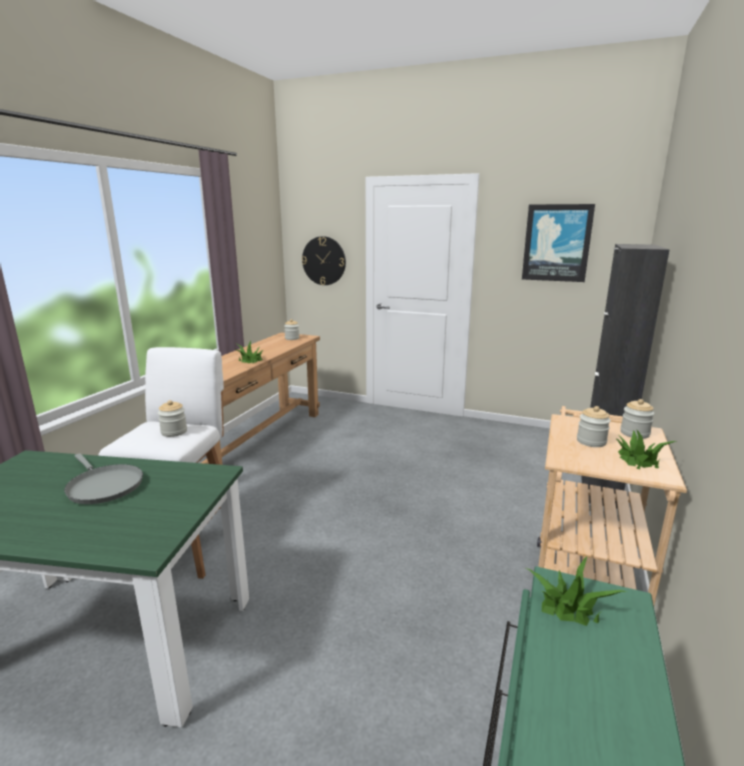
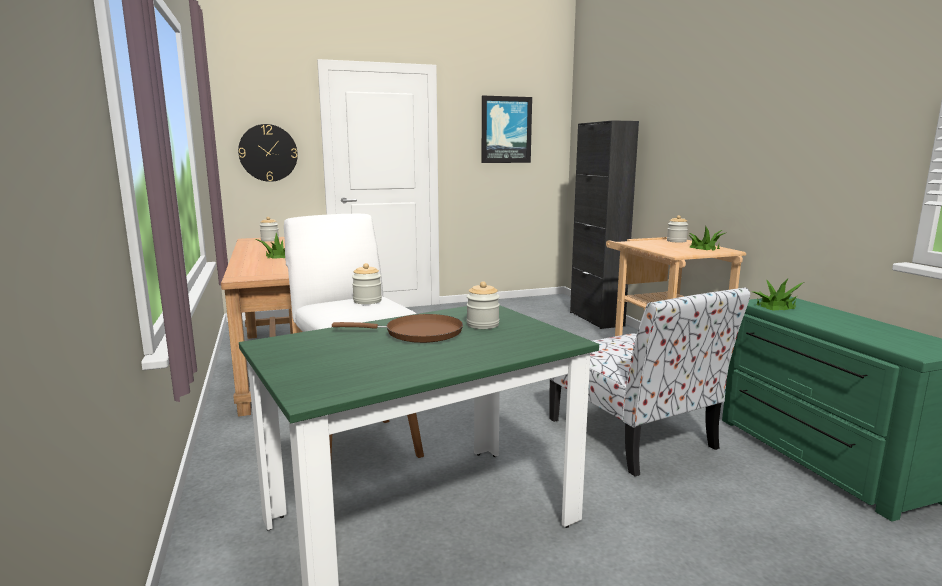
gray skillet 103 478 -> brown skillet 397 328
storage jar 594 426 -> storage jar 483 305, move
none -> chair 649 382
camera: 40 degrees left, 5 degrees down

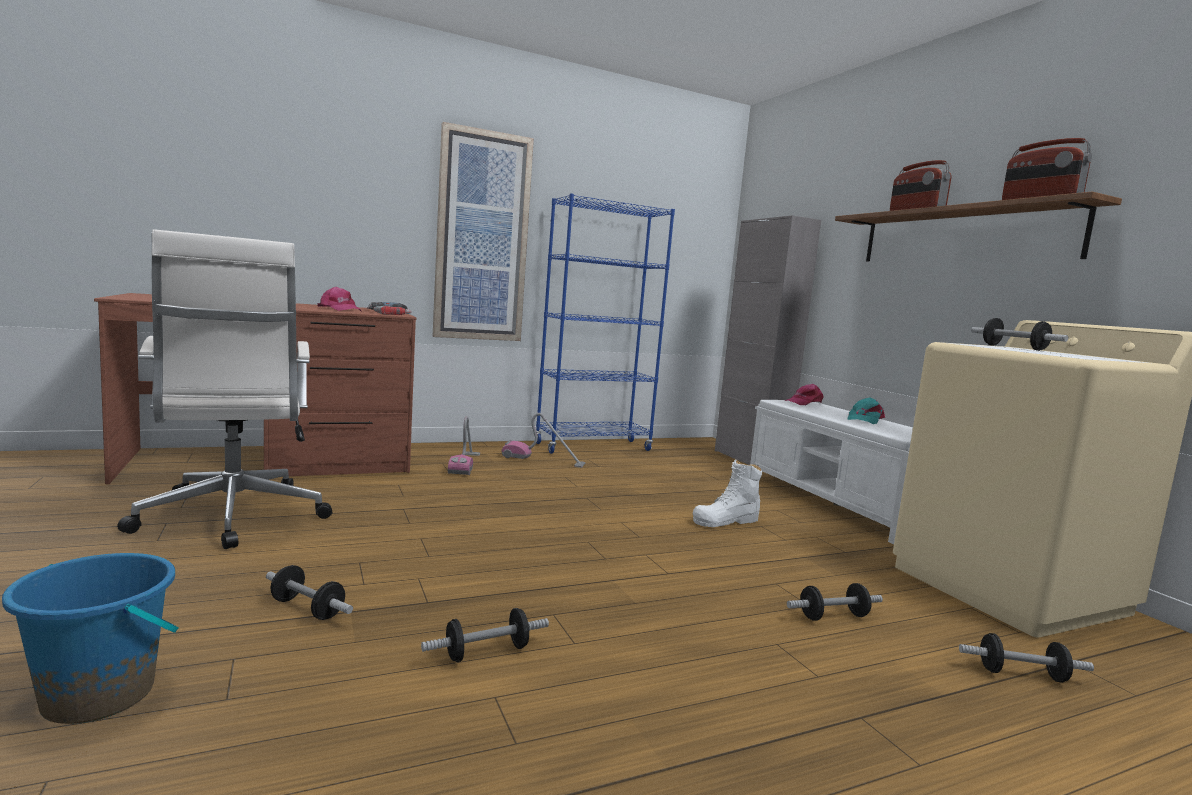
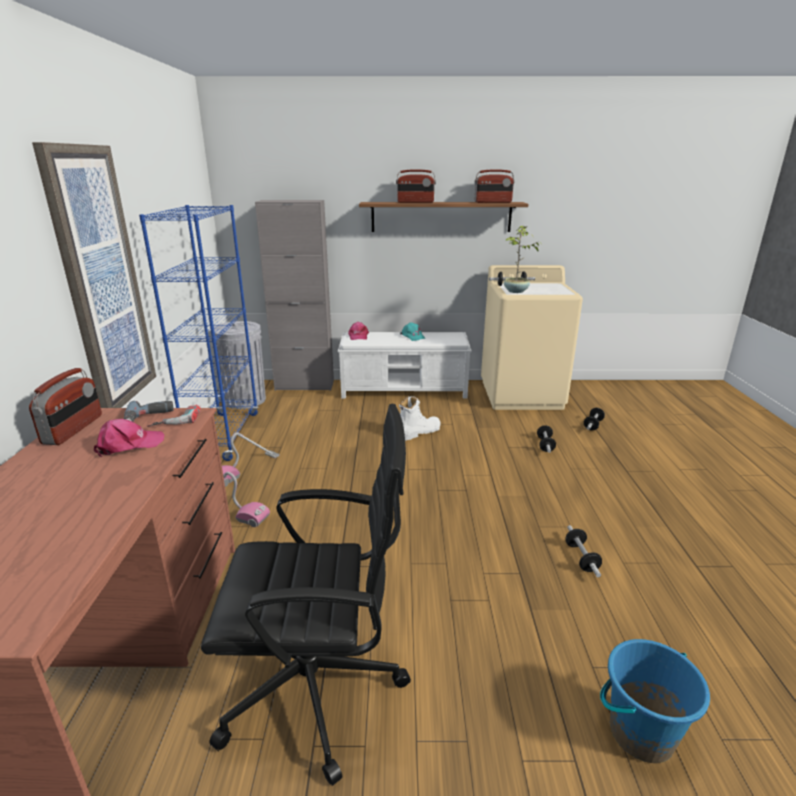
none -> radio receiver 65 406
whitish computer chair 224 389 -> black computer chair 306 595
none -> gray rubbish bin 238 365
whitish boot 727 493 -> whitish boot 420 418, 120 degrees counterclockwise
none -> potted plant 521 259
free weight 309 592 -> none
camera: 65 degrees left, 15 degrees up

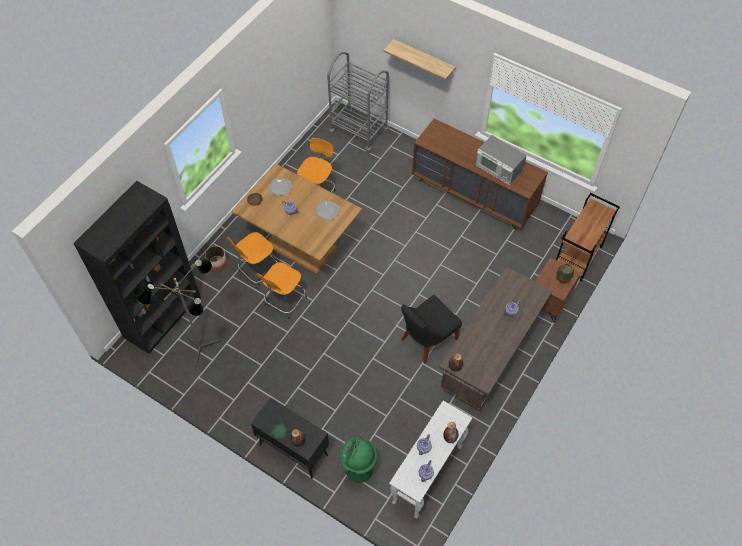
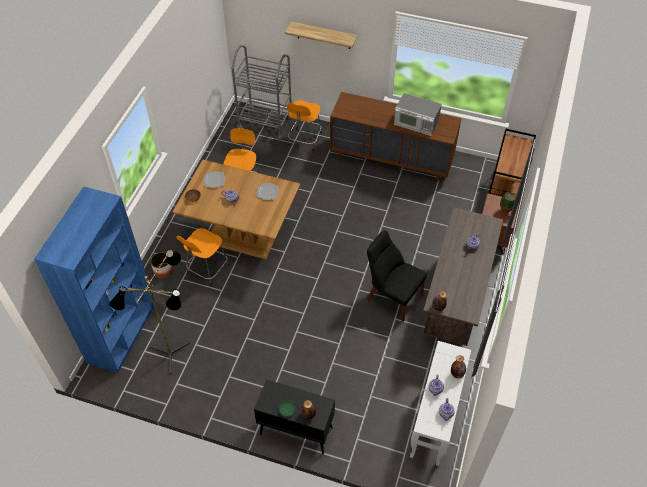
black shelving unit 137 267 -> bluish shelving unit 94 279
orange sitting stool 281 291 -> orange sitting stool 304 125, move
black chair 431 329 -> black chair 397 276, 90 degrees clockwise
green rubbish bin 358 460 -> none
camera: 15 degrees left, 5 degrees down

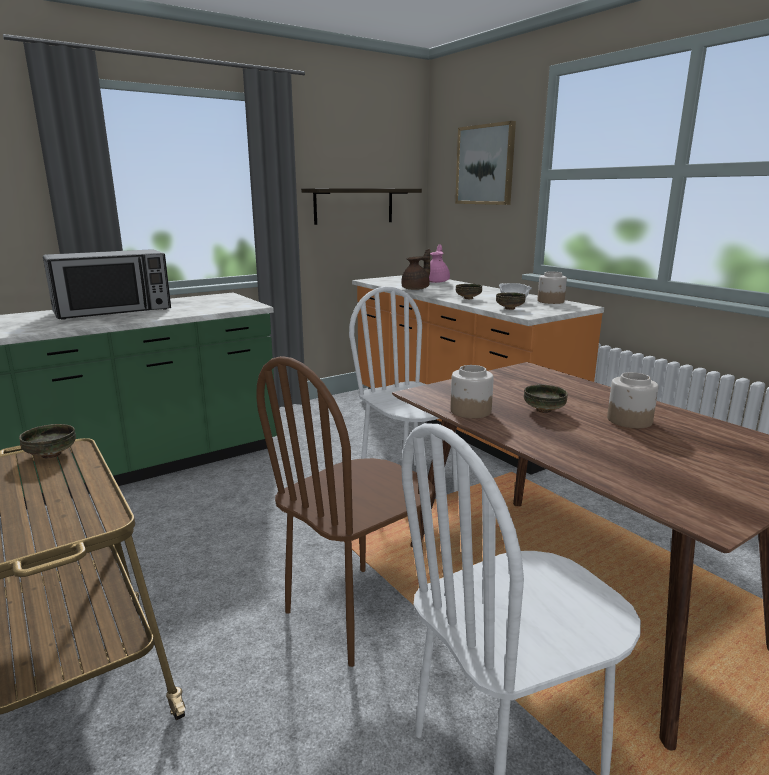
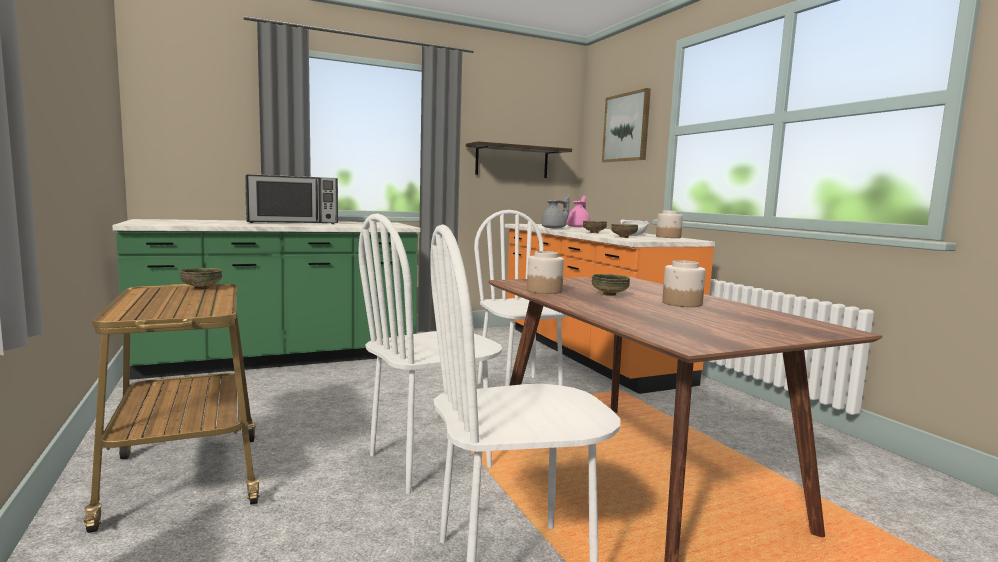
brown chair 345 511 -> whitish chair 430 353
brown pot for tea 415 269 -> gray pot for tea 555 211
camera: 10 degrees right, 10 degrees down

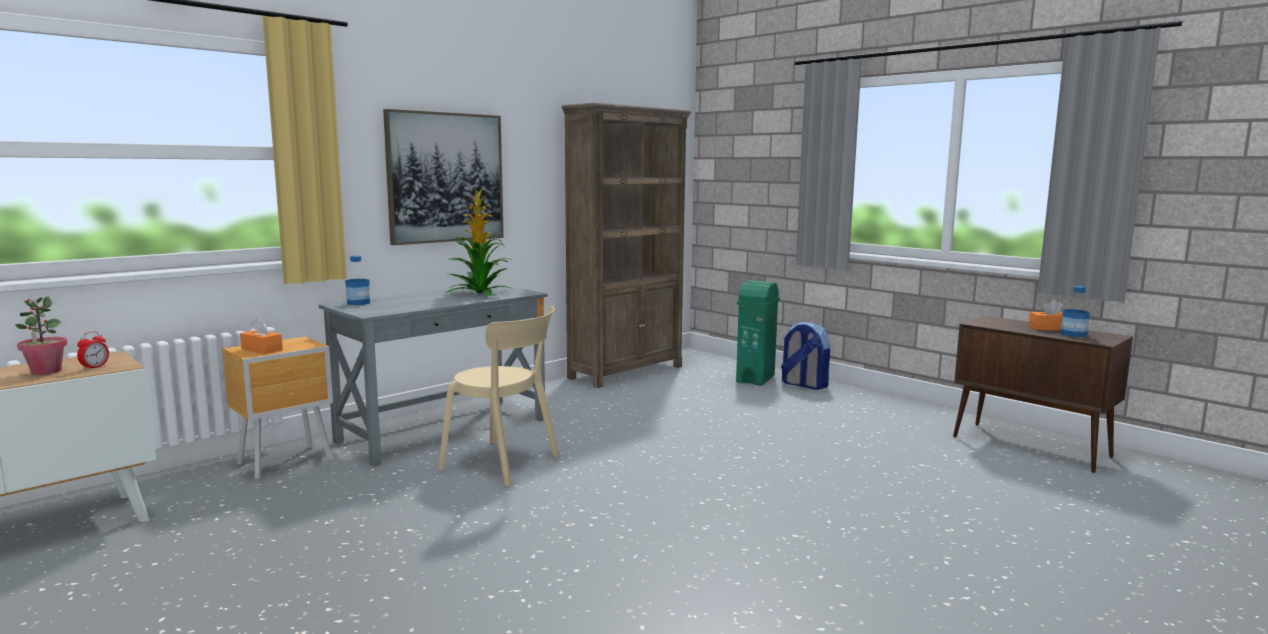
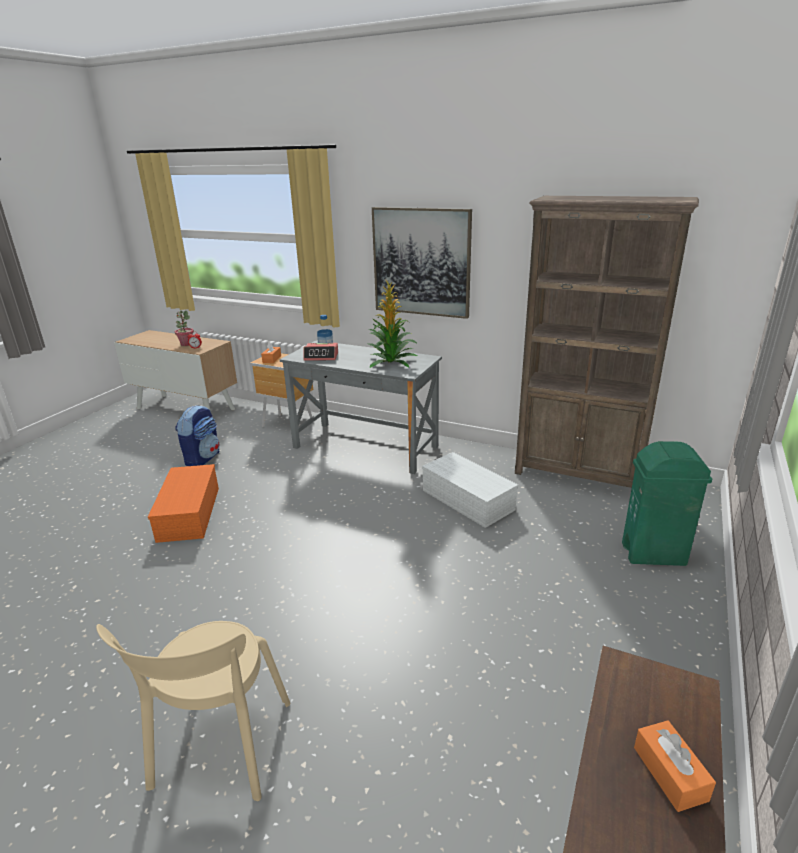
beige-coloured chair 499 396 -> beige-coloured chair 193 711, move
none -> orange storage box 183 503
rucksack 805 356 -> rucksack 197 435, move
none -> alarm clock 320 352
none -> whitish storage box 470 490
bottle 1075 311 -> none
camera: 70 degrees right, 15 degrees up

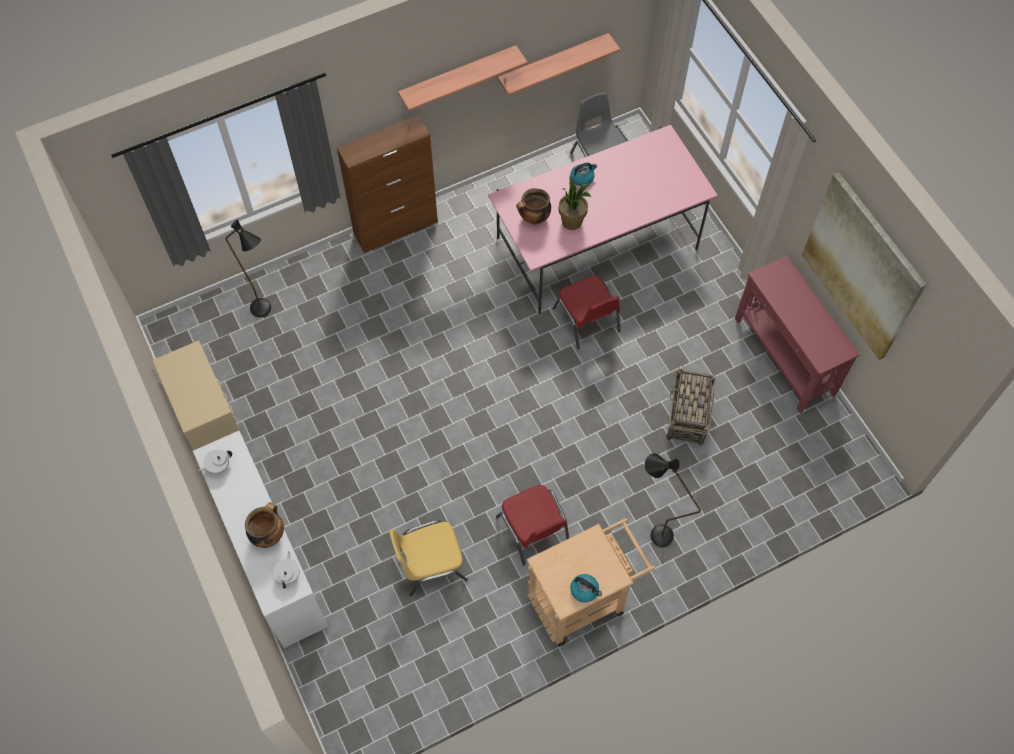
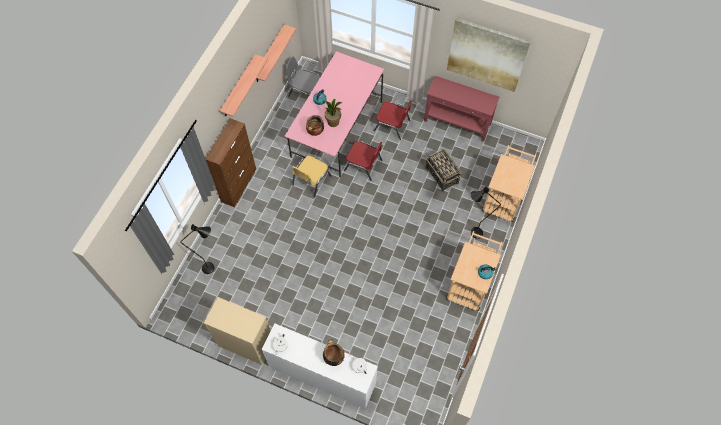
yellow-coloured chair 428 558 -> yellow-coloured chair 312 177, move
red-coloured chair 532 525 -> red-coloured chair 393 120, move
none -> beige-coloured wheeled cart 509 183
camera: 40 degrees left, 0 degrees up

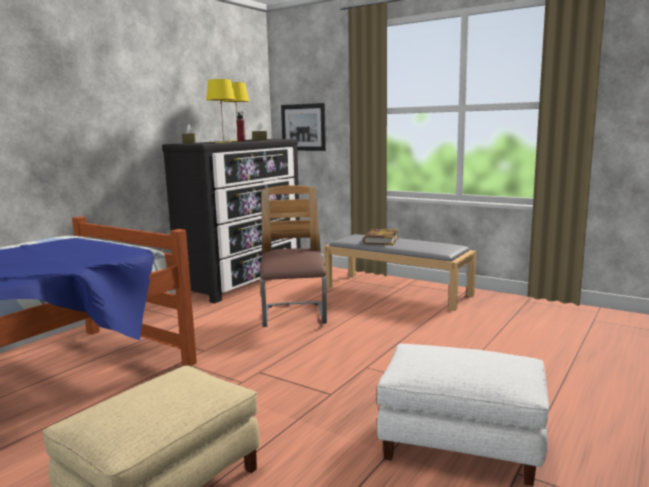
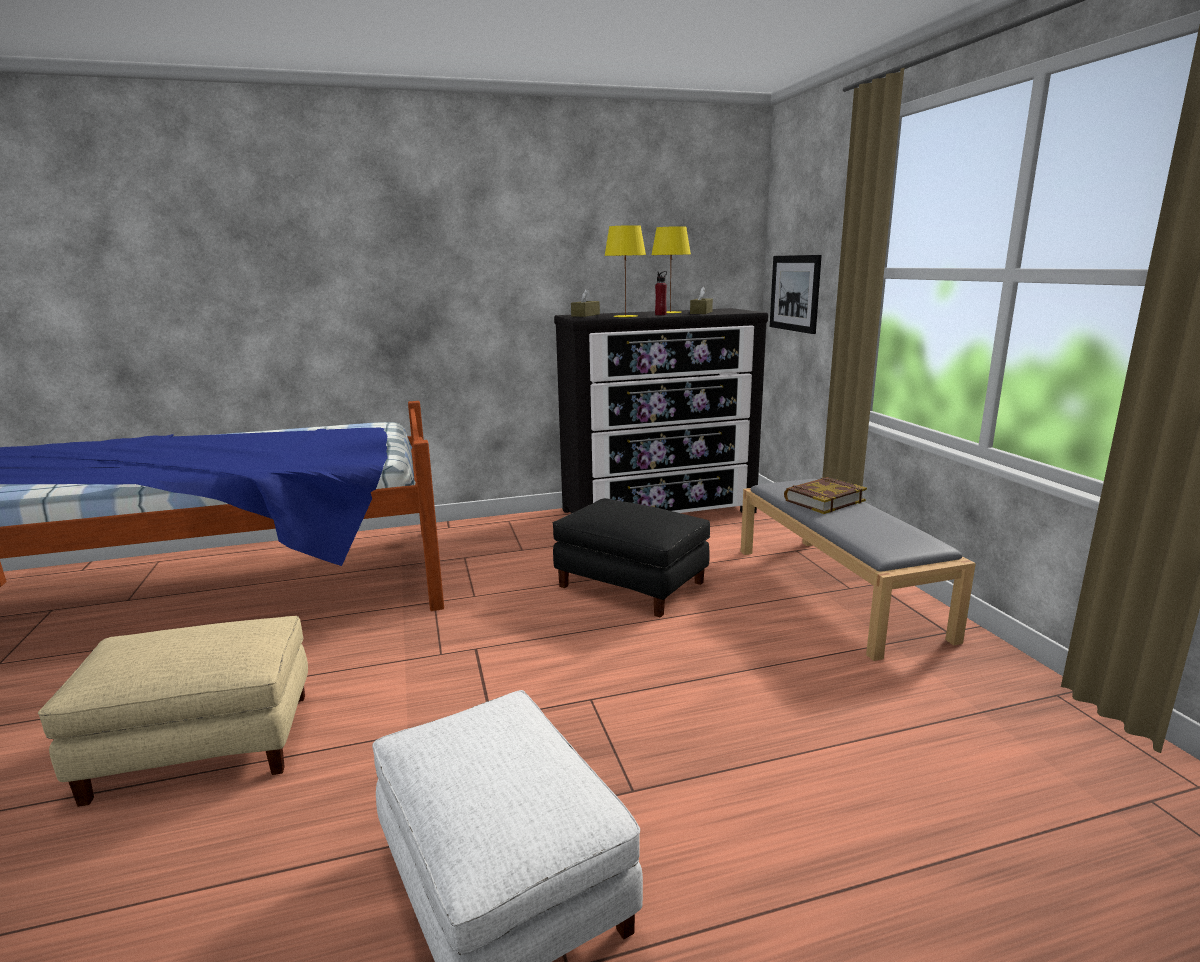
chair 293 256 -> black footrest 631 558
camera: 40 degrees right, 5 degrees up

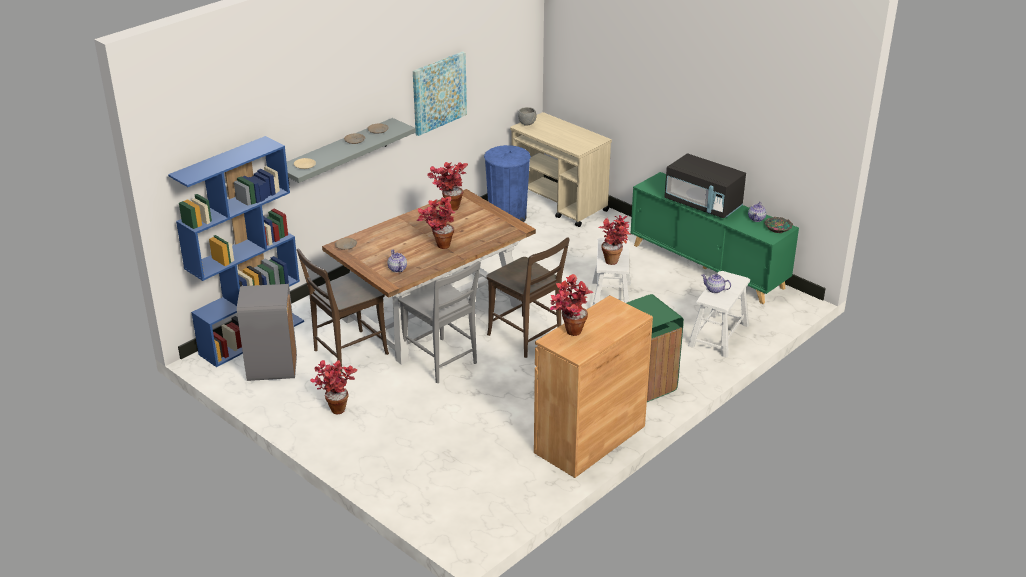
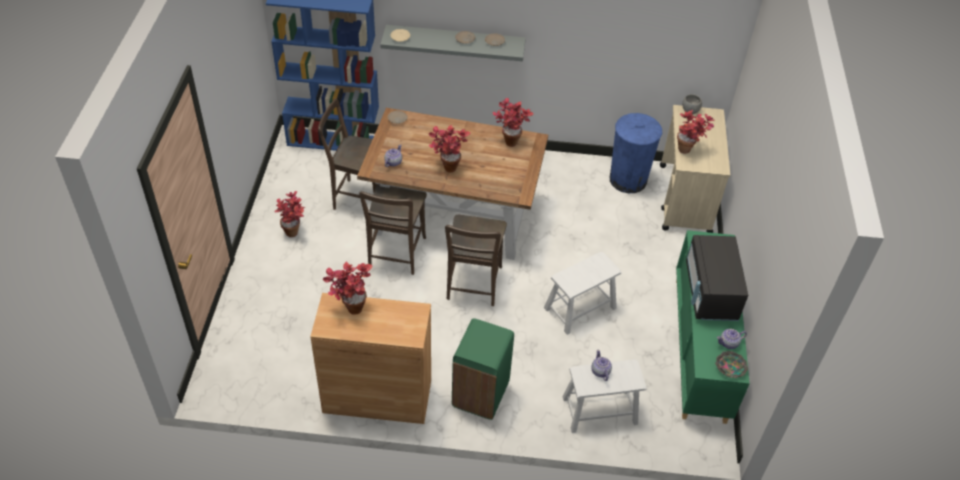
gray chair 439 322 -> brown chair 393 229
potted plant 615 240 -> potted plant 696 132, move
gray rubbish bin 267 332 -> none
picture 440 93 -> none
camera: 50 degrees right, 15 degrees up

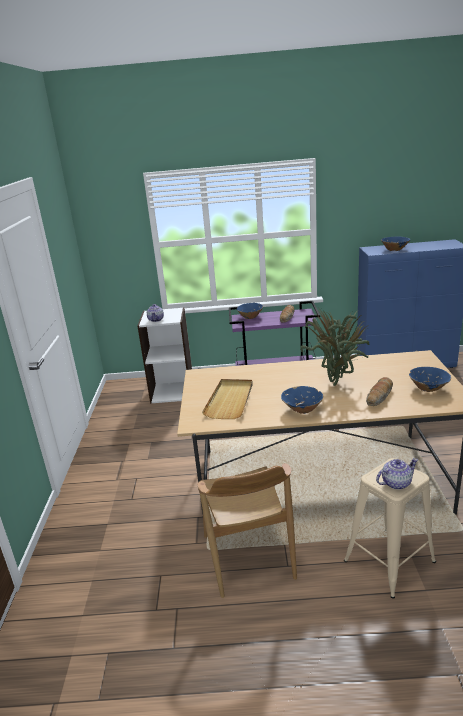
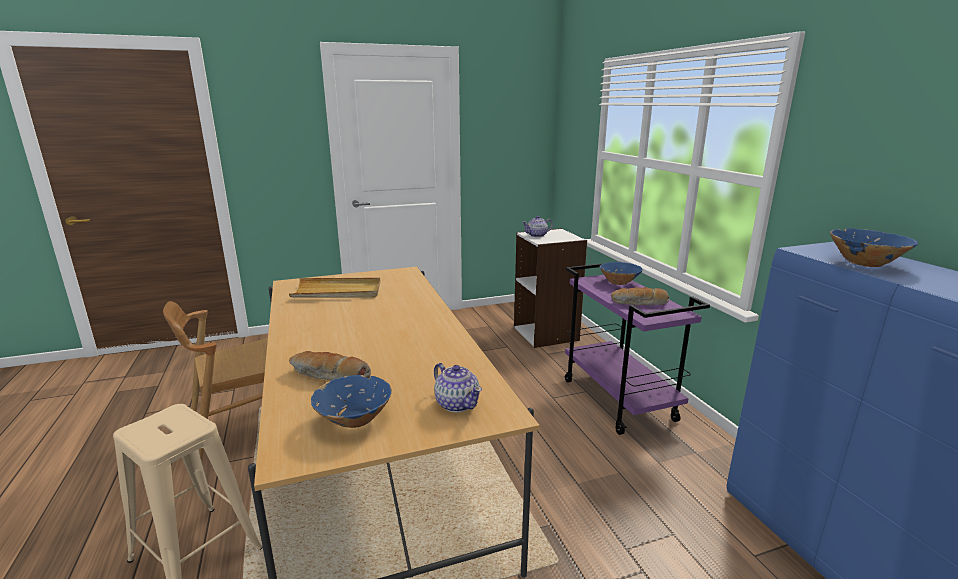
pot for tea 397 474 -> pot for tea 458 387, move
bluish deep dish 302 400 -> none
potted plant 334 347 -> none
camera: 70 degrees right, 5 degrees down

